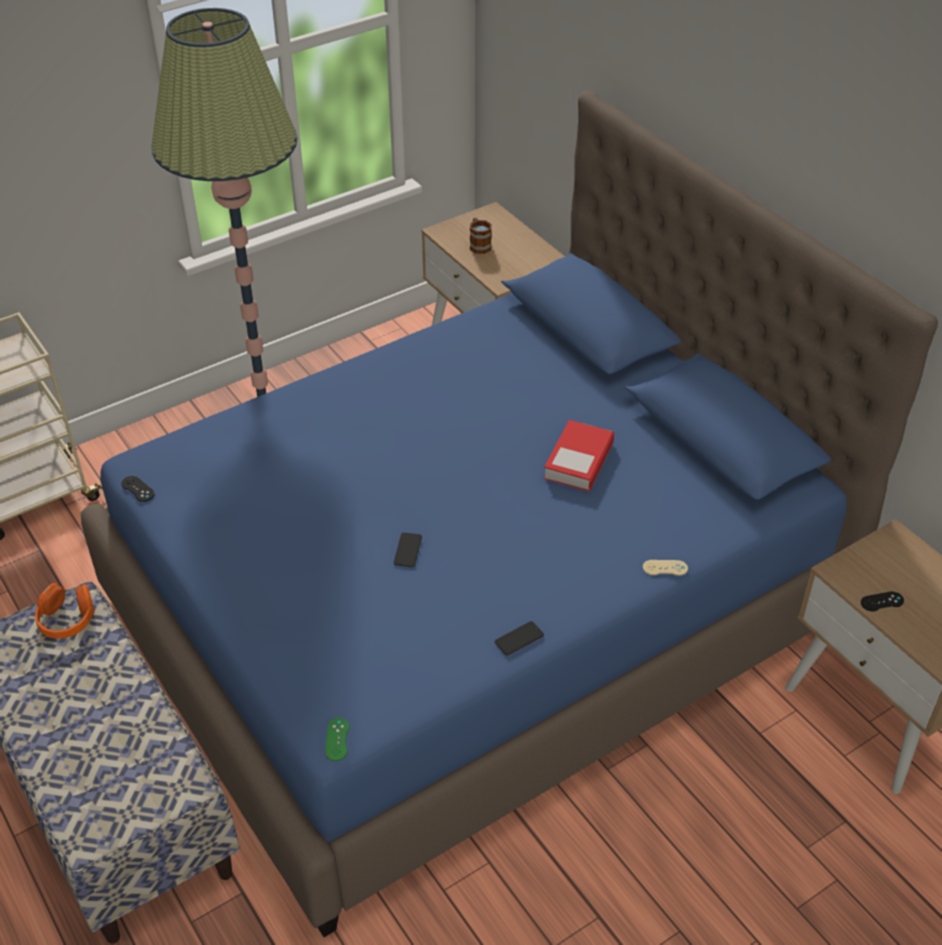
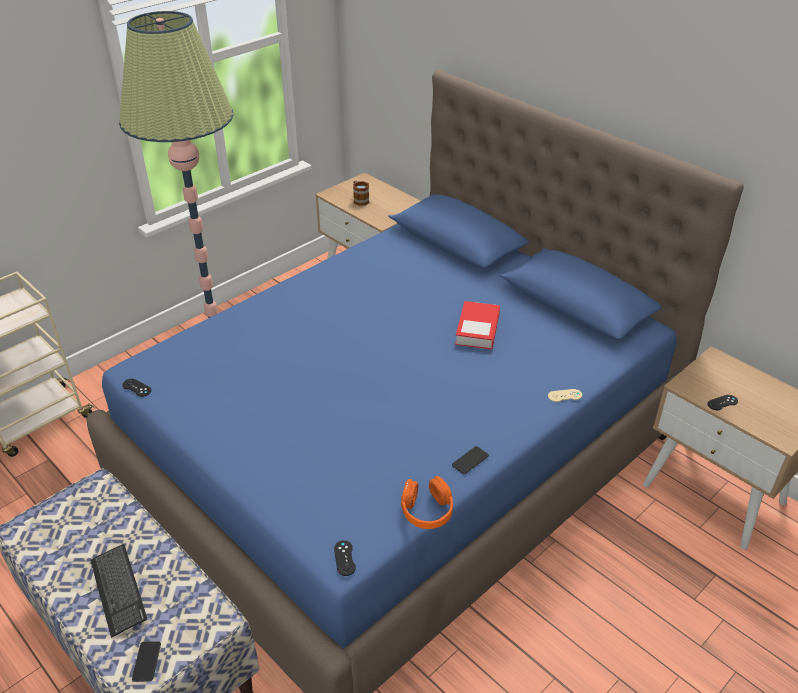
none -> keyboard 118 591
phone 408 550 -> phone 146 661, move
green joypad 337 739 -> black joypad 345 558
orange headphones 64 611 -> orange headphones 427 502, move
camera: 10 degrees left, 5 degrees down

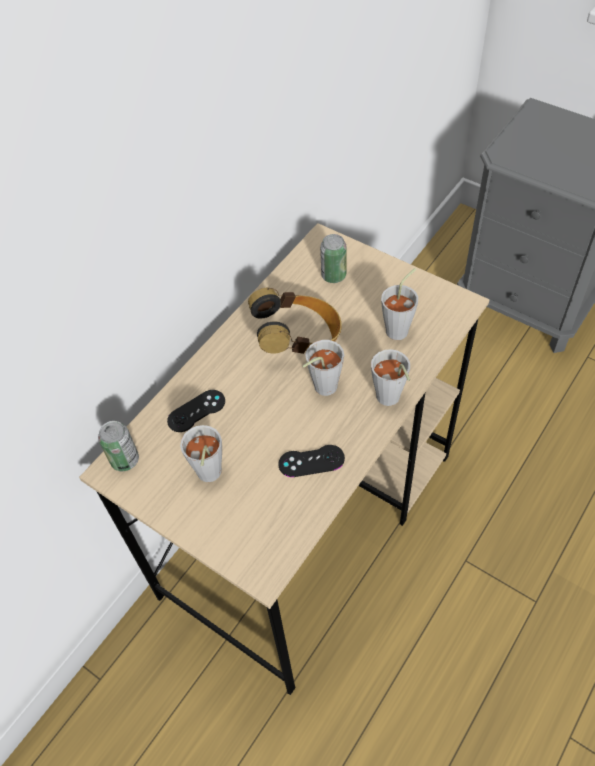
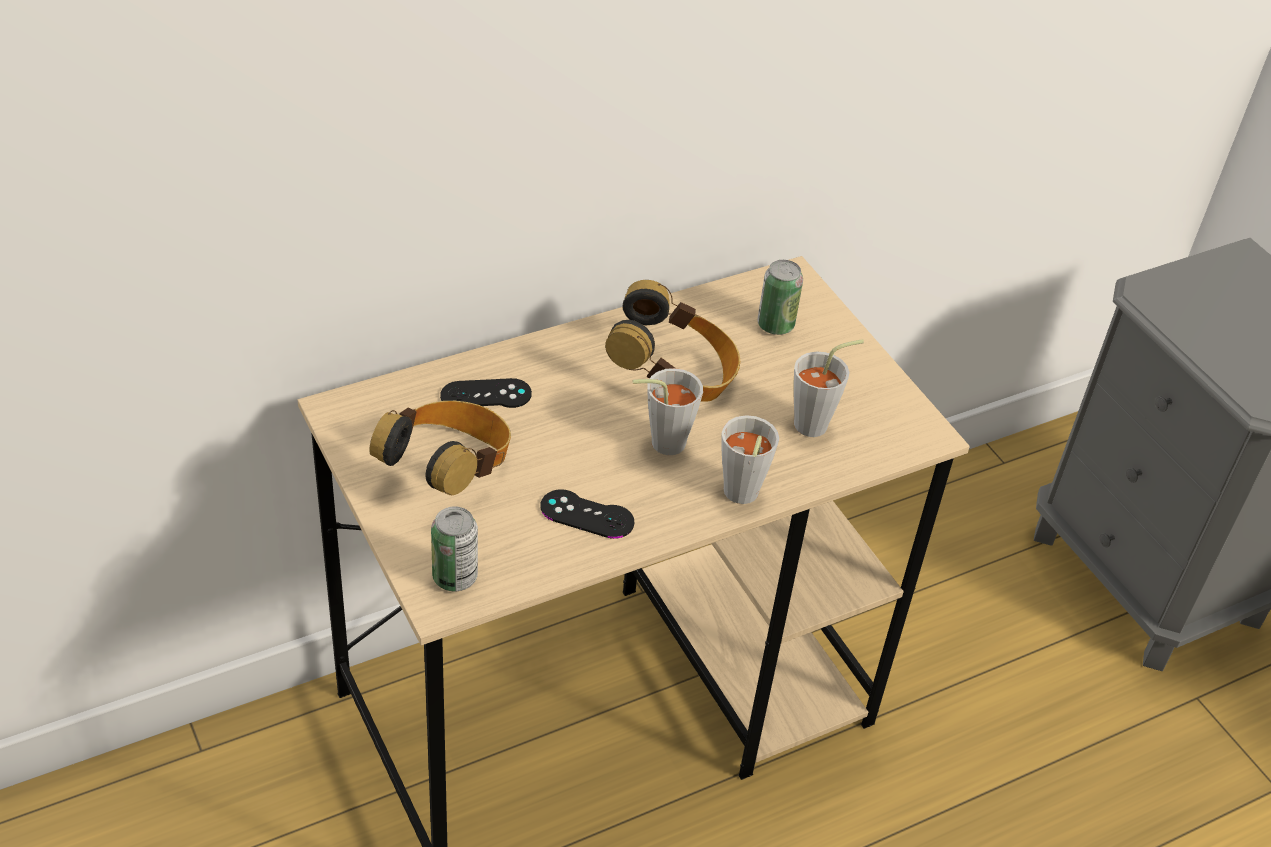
gray small cup 201 453 -> headphones 440 448
sealed can 118 446 -> sealed can 454 548, move
camera: 20 degrees right, 10 degrees down

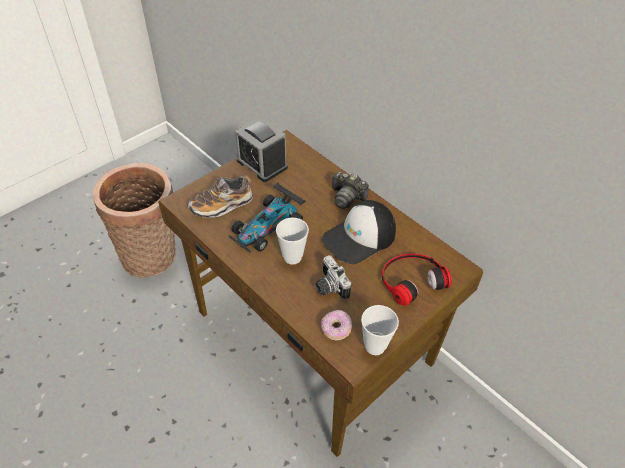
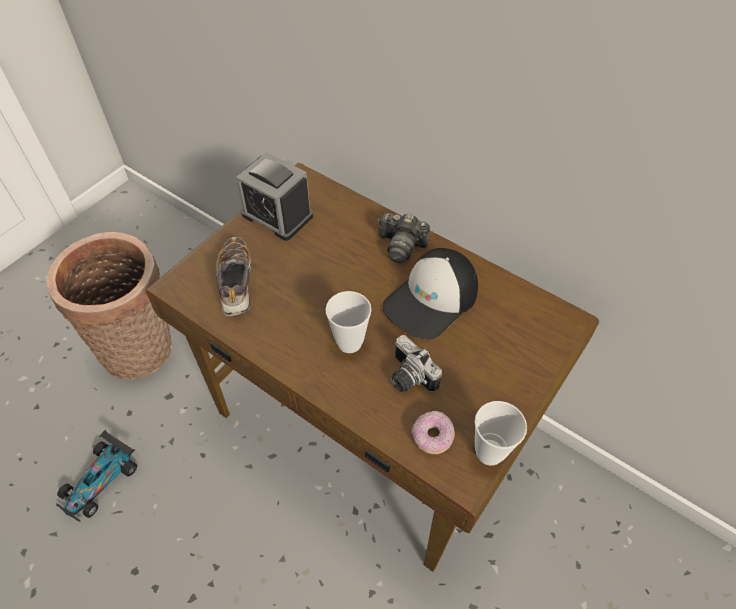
model car 267 217 -> model car 96 476, move
shoe 220 196 -> shoe 233 276, 120 degrees clockwise
headphones 417 279 -> none
camera: 10 degrees left, 5 degrees up

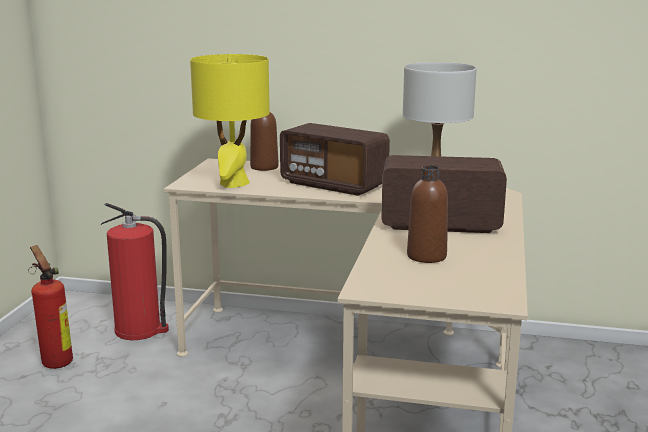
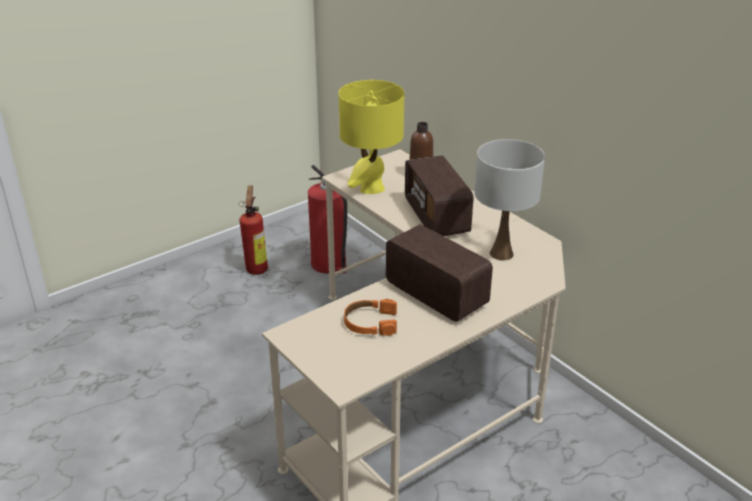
brown bottle 427 214 -> orange headphones 370 317
camera: 40 degrees right, 15 degrees up

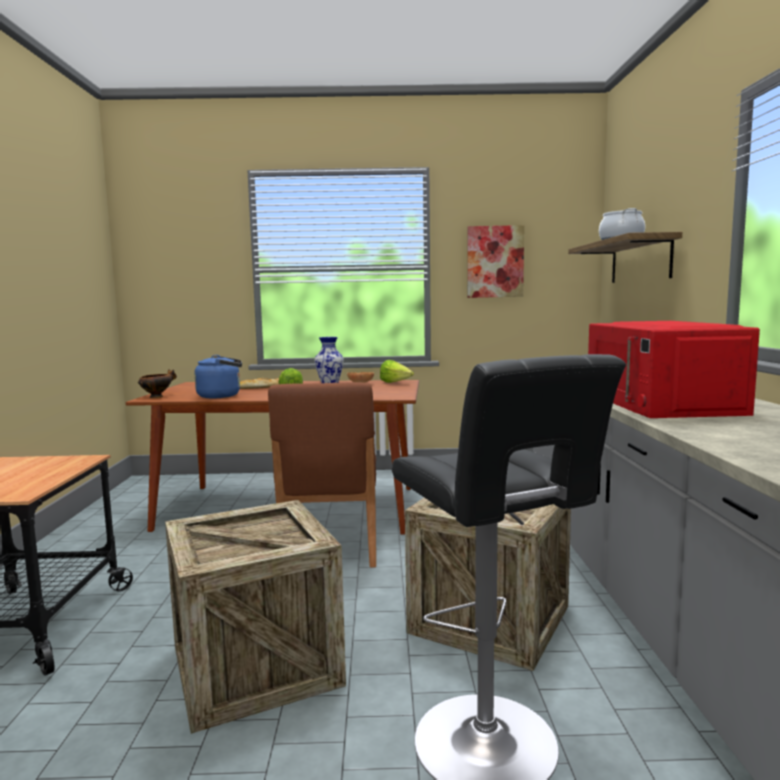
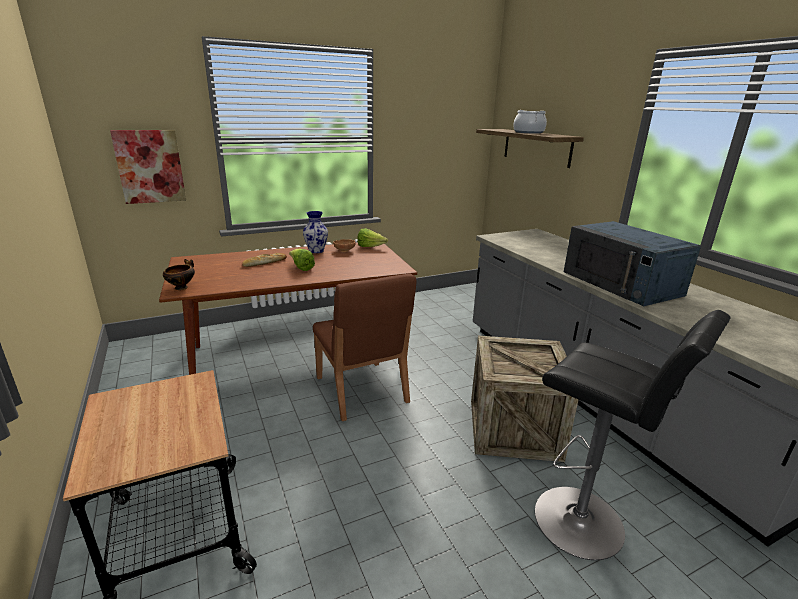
picture 495 261 -> picture 148 167, move
red-coloured kitchen microwave 674 369 -> bluish kitchen microwave 632 263
packing crate 255 617 -> none
bluish kettle 218 376 -> none
camera: 25 degrees left, 15 degrees up

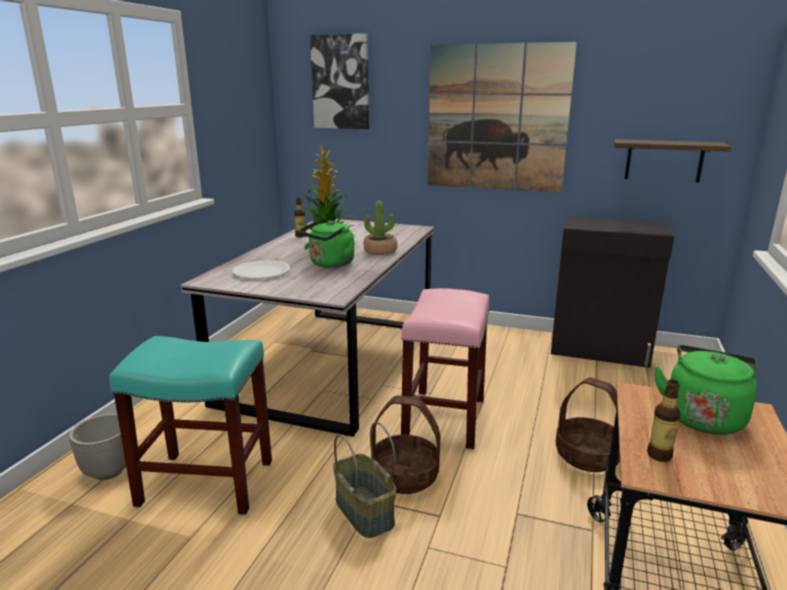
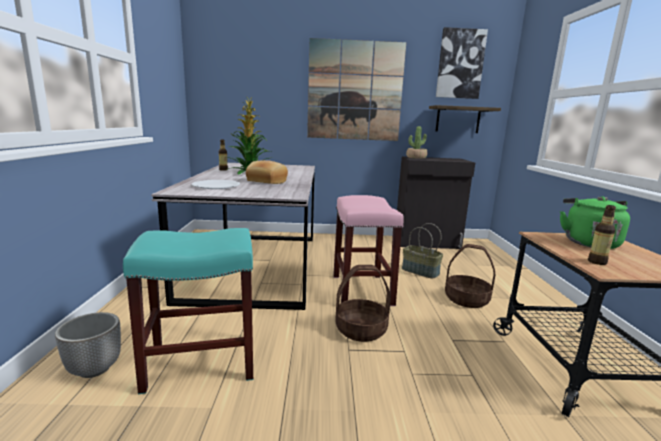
green kettle 327 244 -> bread 267 172
storage basket 364 480 -> storage basket 422 251, move
potted plant 380 228 -> potted plant 416 142, move
picture 339 81 -> picture 462 63, move
camera: 20 degrees left, 5 degrees down

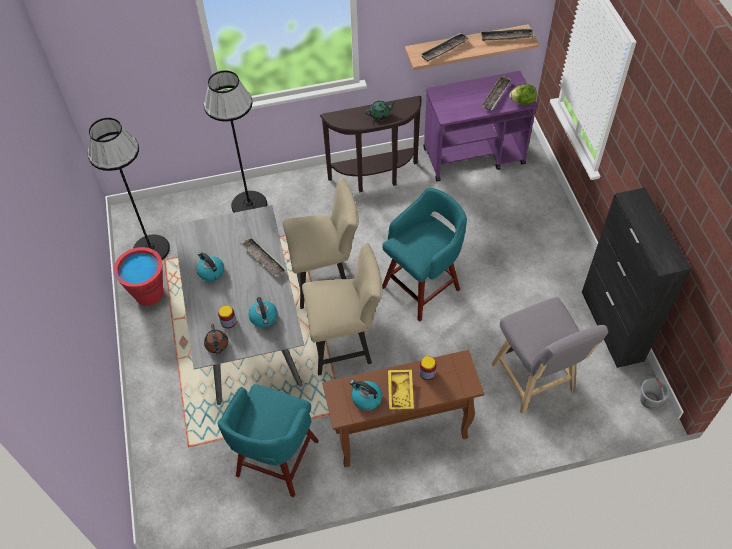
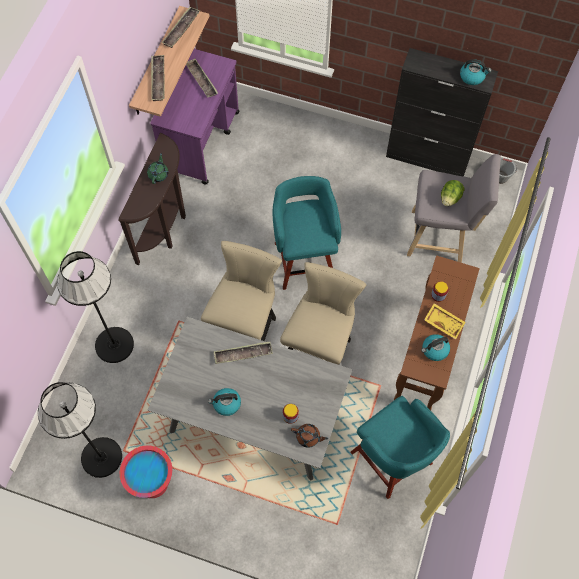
head of lettuce 523 94 -> head of lettuce 452 193, move
kettle 263 312 -> kettle 476 72, move
camera: 60 degrees left, 10 degrees up

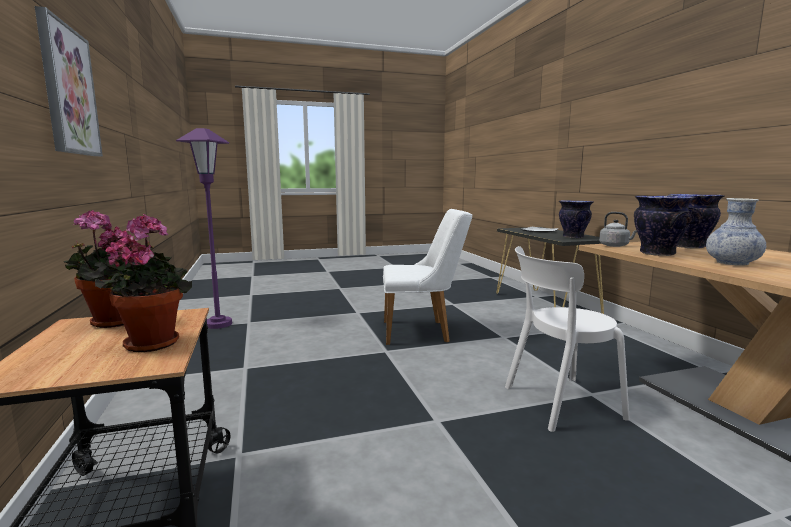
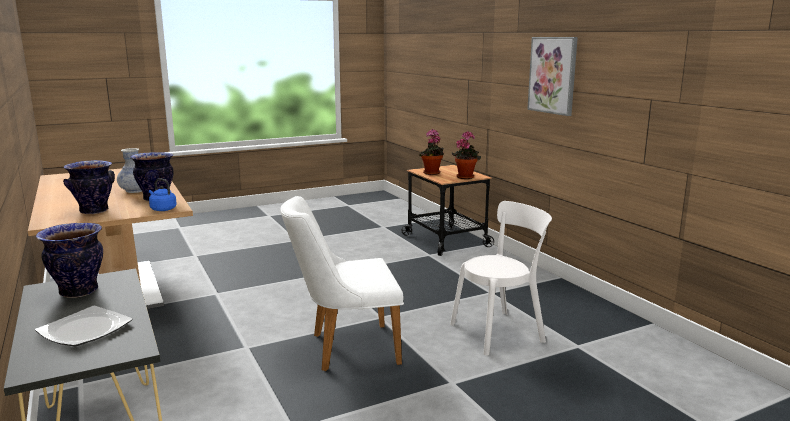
gray kettle 618 229 -> bluish kettle 163 195
whitish chair 567 339 -> whitish chair 501 278, move
purple-coloured standard lamp 204 228 -> none
camera: 170 degrees right, 5 degrees up

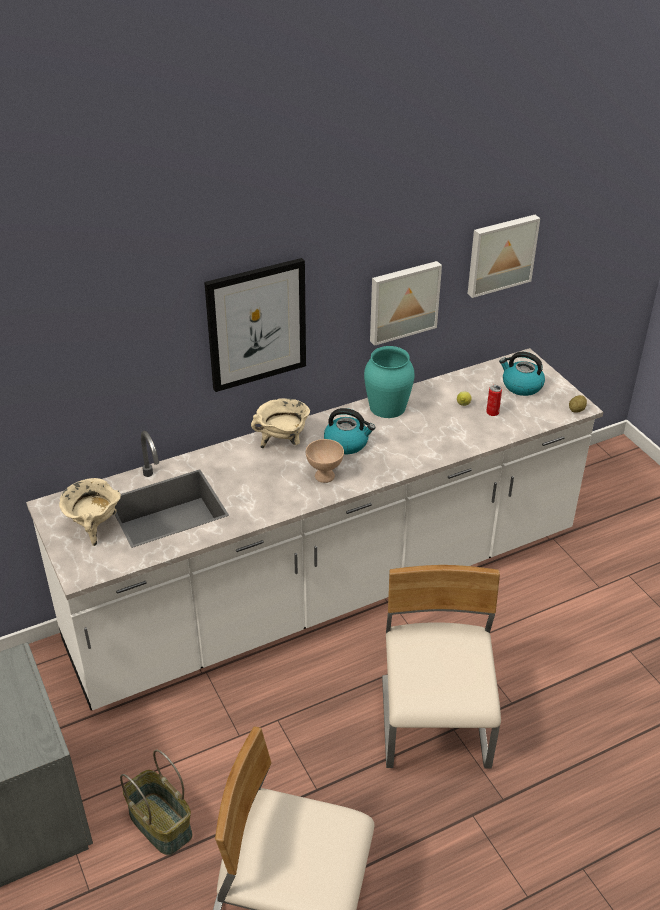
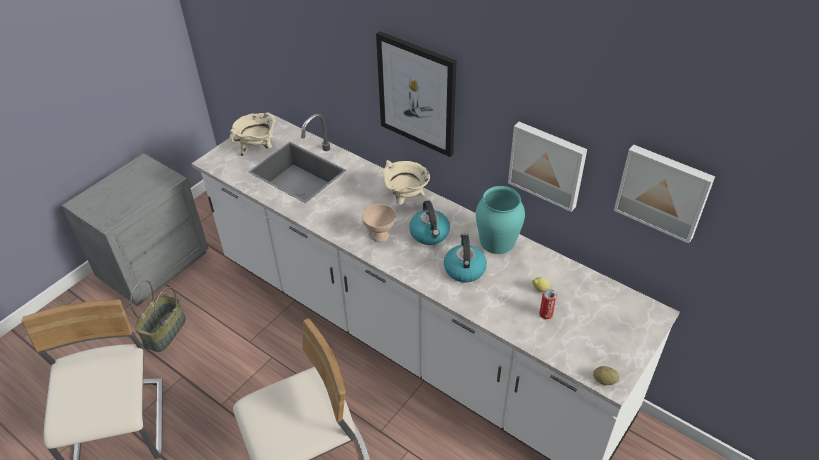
kettle 522 374 -> kettle 465 258, move
camera: 65 degrees right, 5 degrees up

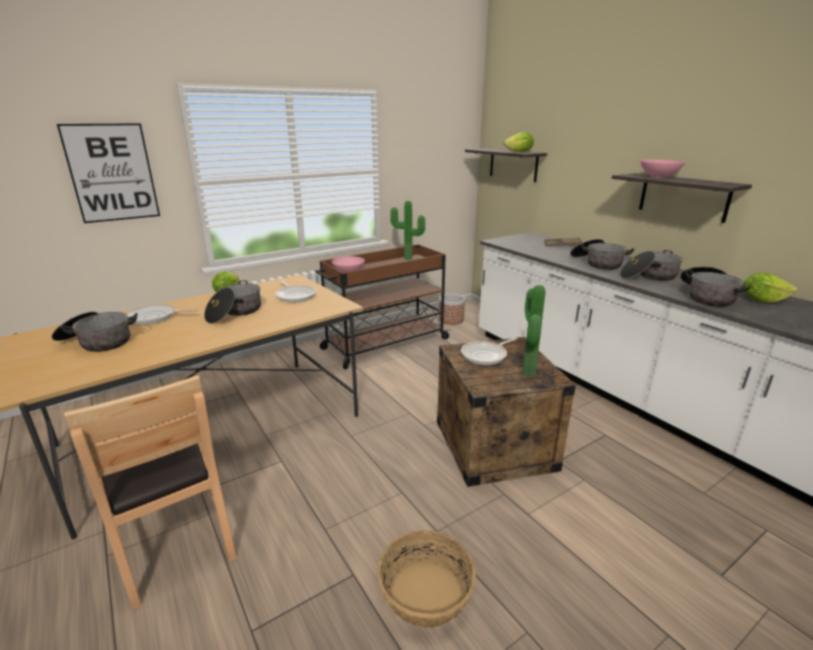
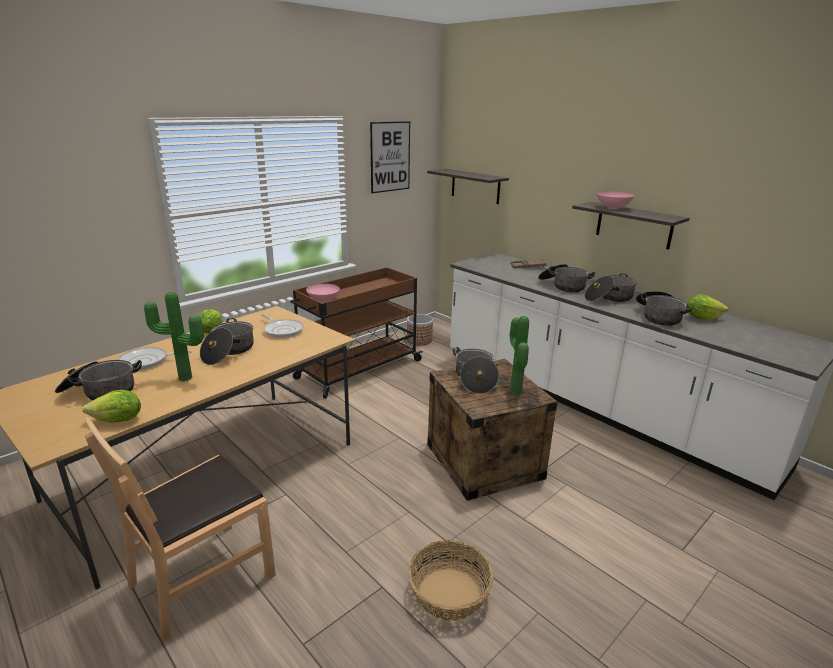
head of lettuce 518 142 -> head of lettuce 111 406, move
brown chair 150 492 -> brown chair 180 529, 90 degrees clockwise
potted plant 407 230 -> potted plant 174 336, move
picture 108 173 -> picture 390 157, move
skillet 489 351 -> saucepot 476 370
camera: 10 degrees left, 0 degrees up

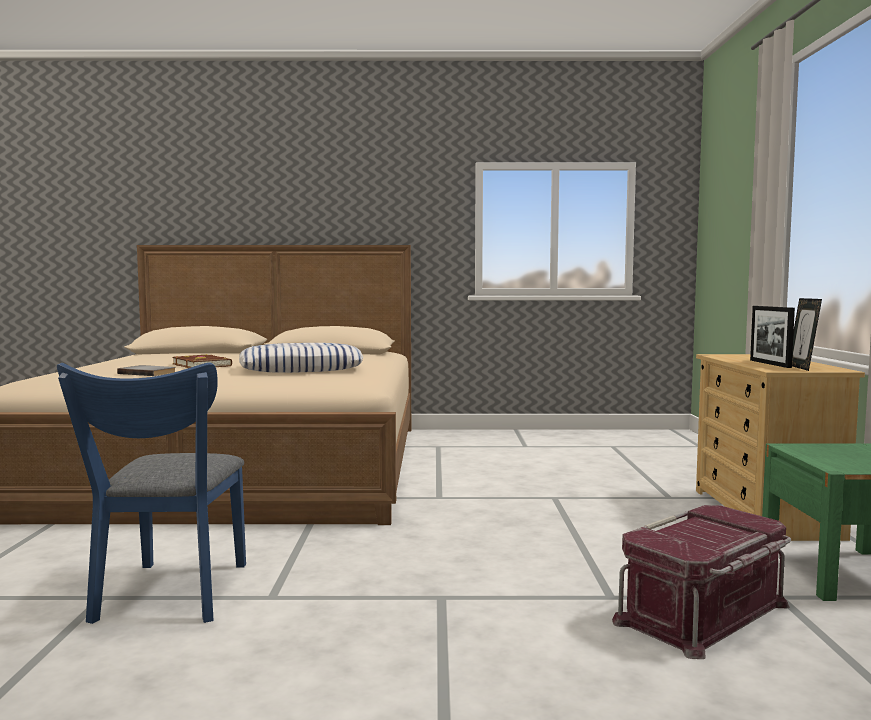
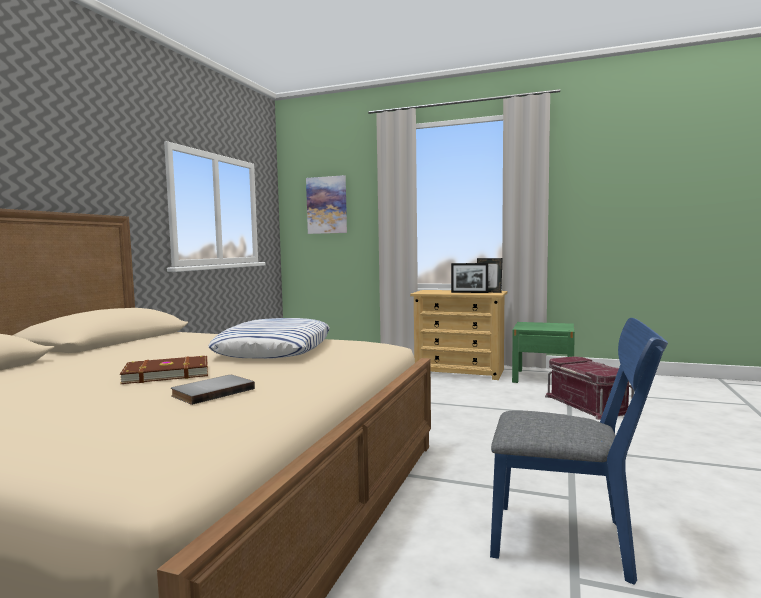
none -> picture 326 204
camera: 70 degrees left, 0 degrees up

